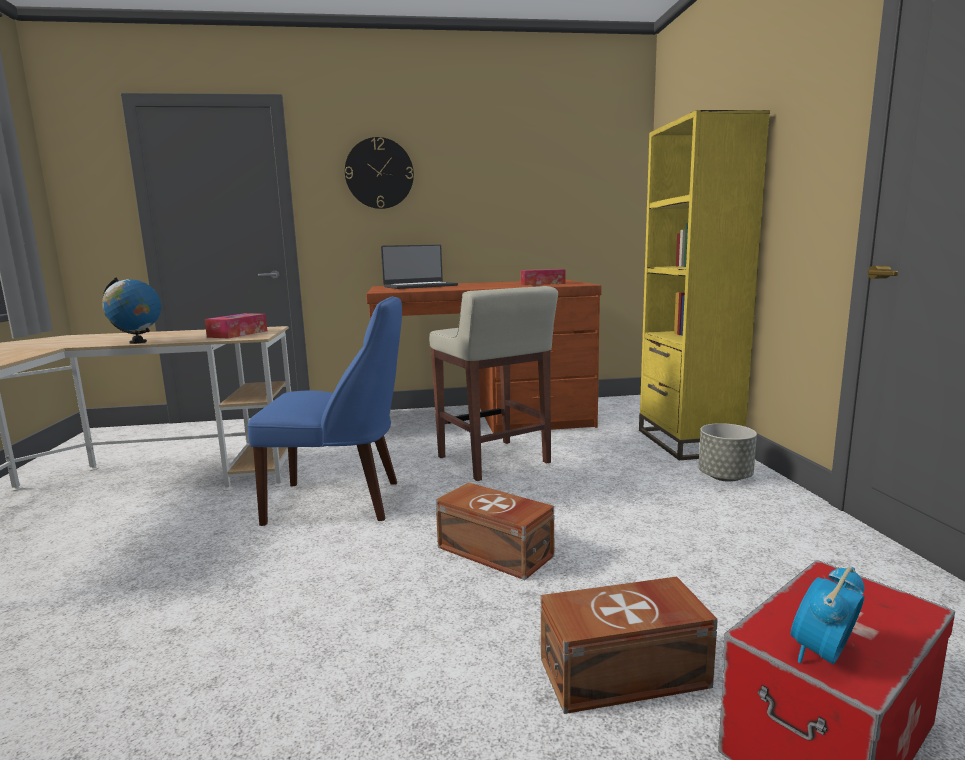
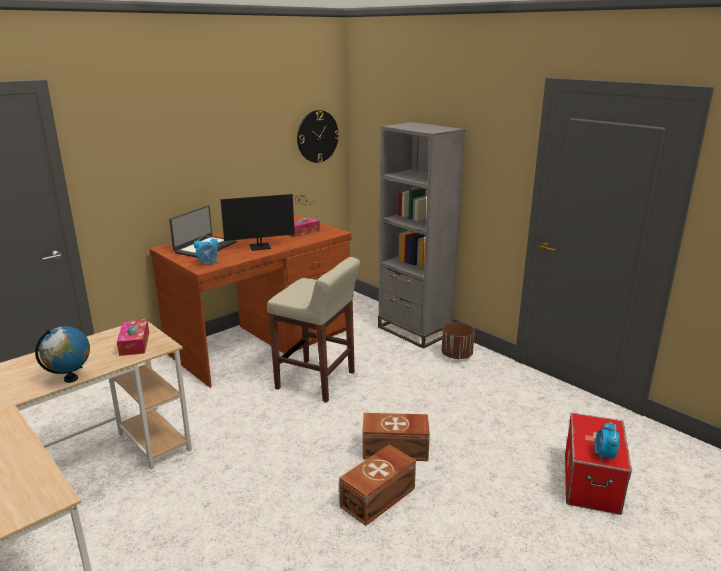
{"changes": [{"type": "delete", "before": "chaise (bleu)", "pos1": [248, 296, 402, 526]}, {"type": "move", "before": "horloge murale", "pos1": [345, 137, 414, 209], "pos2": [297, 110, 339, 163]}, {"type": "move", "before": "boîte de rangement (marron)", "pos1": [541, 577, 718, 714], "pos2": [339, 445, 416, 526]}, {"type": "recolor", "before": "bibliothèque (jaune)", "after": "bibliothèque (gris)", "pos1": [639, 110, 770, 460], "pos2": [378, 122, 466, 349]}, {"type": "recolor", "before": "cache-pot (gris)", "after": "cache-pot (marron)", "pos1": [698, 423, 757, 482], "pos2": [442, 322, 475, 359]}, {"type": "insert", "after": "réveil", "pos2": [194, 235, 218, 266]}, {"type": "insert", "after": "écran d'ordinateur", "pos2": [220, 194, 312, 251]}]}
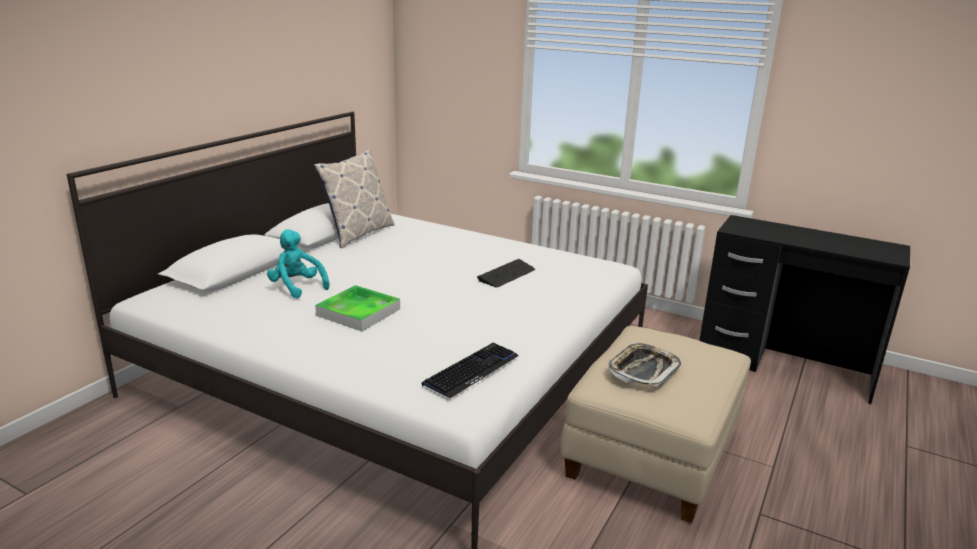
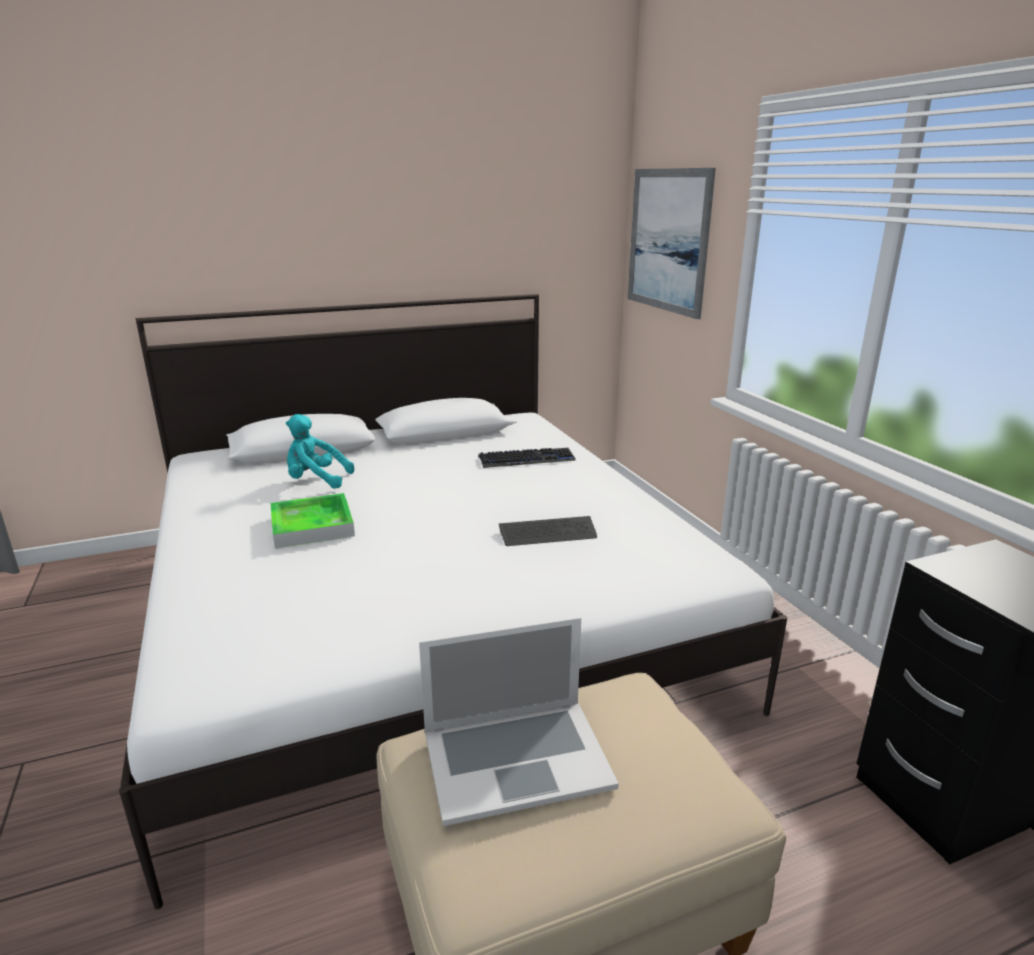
{"changes": [{"type": "rotate", "before": "peluche (turquoise)", "pos1": [267, 229, 330, 299], "pos2": [286, 414, 354, 489], "turn": -75}, {"type": "delete", "before": "coussin", "pos1": [314, 149, 394, 248]}, {"type": "move", "before": "clavier", "pos1": [422, 343, 519, 399], "pos2": [478, 448, 576, 468]}, {"type": "replace", "before": "plateau", "after": "ordinateur portable", "pos1": [608, 342, 681, 387], "pos2": [419, 617, 619, 826]}, {"type": "insert", "after": "tableau", "pos2": [628, 168, 716, 319]}]}
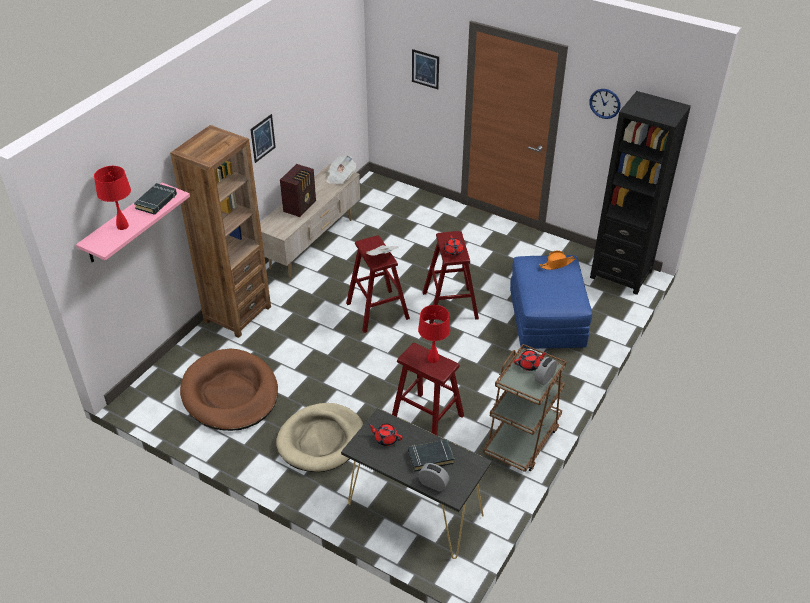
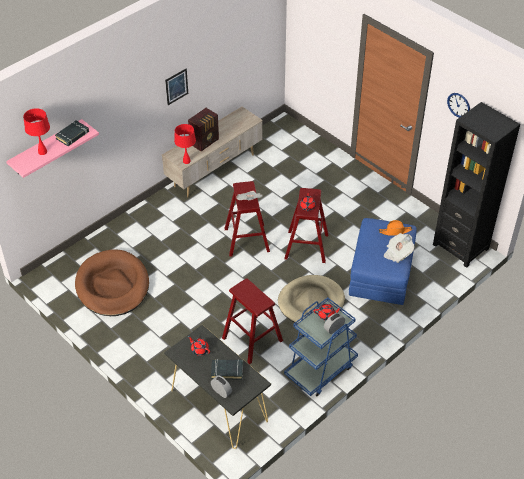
{"changes": [{"type": "delete", "before": "bibliothèque (marron)", "pos1": [170, 125, 271, 338]}, {"type": "move", "before": "panier pour chien (beige)", "pos1": [276, 403, 363, 472], "pos2": [278, 275, 345, 323]}, {"type": "move", "before": "journal", "pos1": [326, 155, 356, 185], "pos2": [384, 233, 414, 263]}, {"type": "delete", "before": "tableau", "pos1": [412, 49, 439, 89]}, {"type": "move", "before": "lampe de table (rouge)", "pos1": [418, 305, 450, 363], "pos2": [174, 124, 196, 164]}, {"type": "recolor", "before": "chariot (marron)", "after": "chariot (bleu)", "pos1": [483, 344, 567, 472], "pos2": [284, 297, 358, 396]}]}
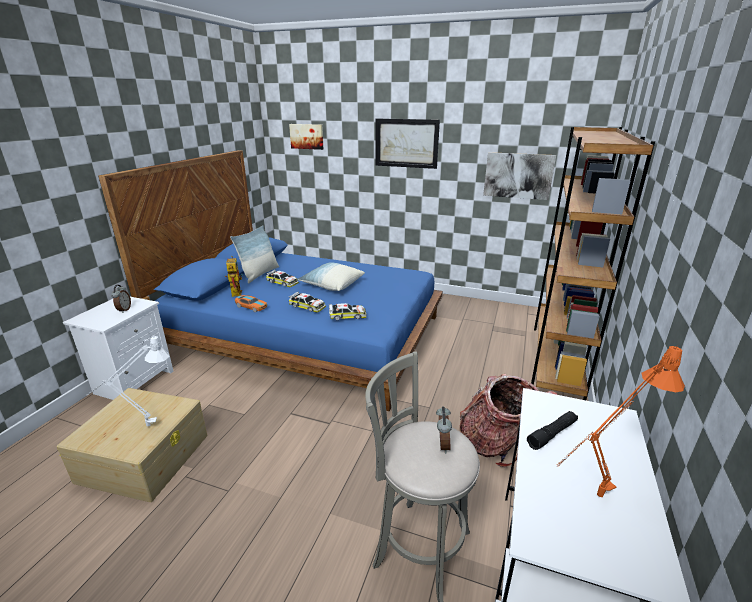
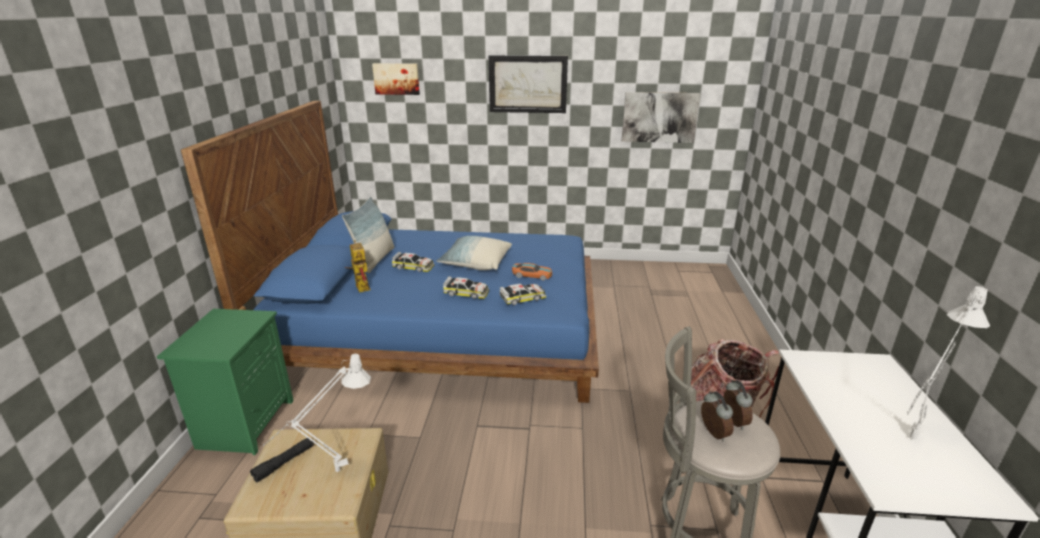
{"changes": [{"type": "recolor", "before": "table de chevet (blanc)", "after": "table de chevet (vert)", "pos1": [63, 297, 174, 400], "pos2": [157, 309, 294, 455]}, {"type": "move", "before": "réveil", "pos1": [111, 285, 131, 313], "pos2": [701, 391, 734, 441]}, {"type": "move", "before": "petite voiture", "pos1": [235, 295, 267, 312], "pos2": [512, 263, 552, 281]}, {"type": "move", "before": "lampe de poche (noir)", "pos1": [527, 411, 578, 450], "pos2": [250, 438, 314, 482]}, {"type": "delete", "before": "bibliothèque (marron)", "pos1": [531, 127, 655, 400]}, {"type": "recolor", "before": "lampe de table (orange)", "after": "lampe de table (blanc)", "pos1": [557, 346, 685, 497], "pos2": [906, 285, 990, 440]}]}
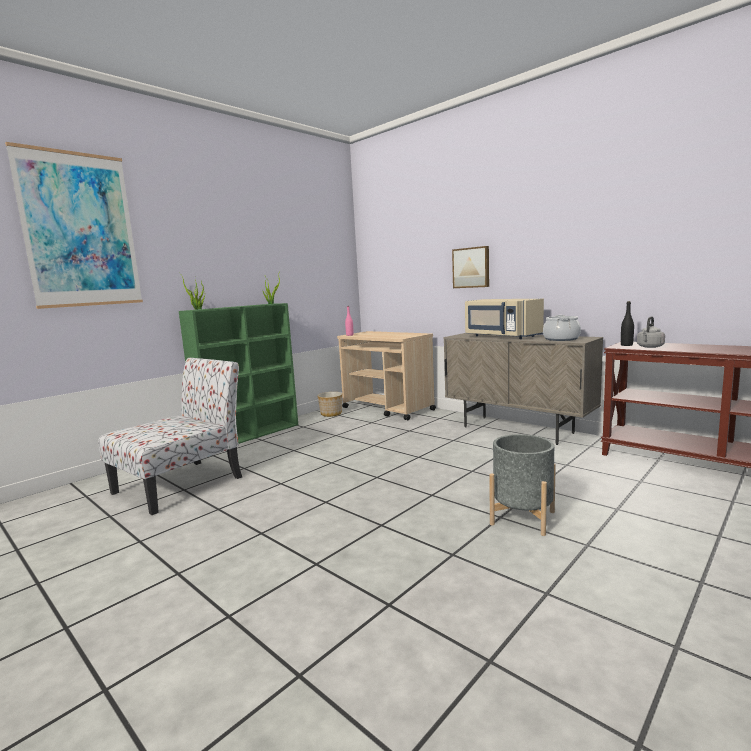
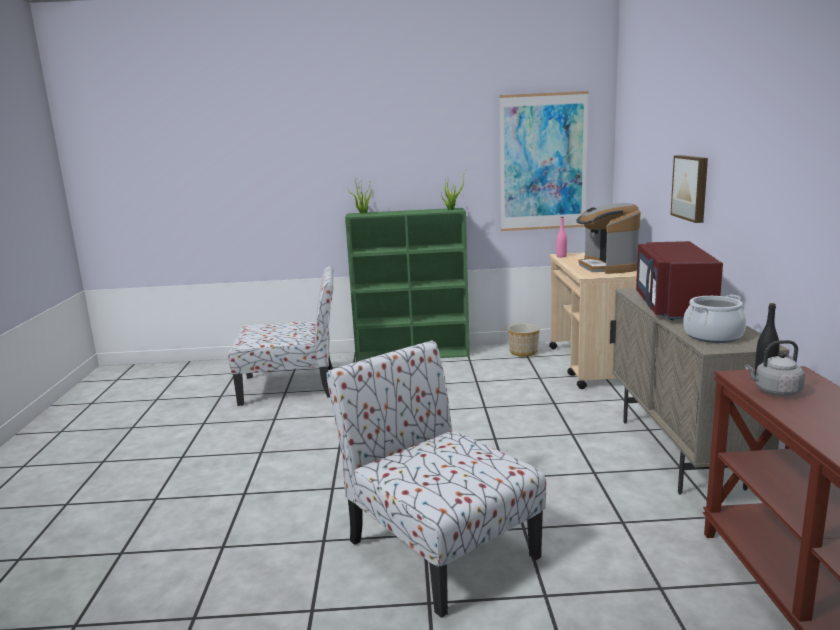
{"changes": [{"type": "move", "before": "tableau", "pos1": [5, 142, 143, 309], "pos2": [499, 91, 589, 231]}, {"type": "recolor", "before": "micro-ondes (beige)", "after": "micro-ondes (rouge)", "pos1": [465, 299, 544, 339], "pos2": [636, 241, 723, 320]}, {"type": "replace", "before": "cache-pot (gris)", "after": "chaise", "pos1": [489, 434, 556, 536], "pos2": [326, 341, 546, 618]}, {"type": "insert", "after": "machine à café", "pos2": [576, 203, 641, 274]}]}
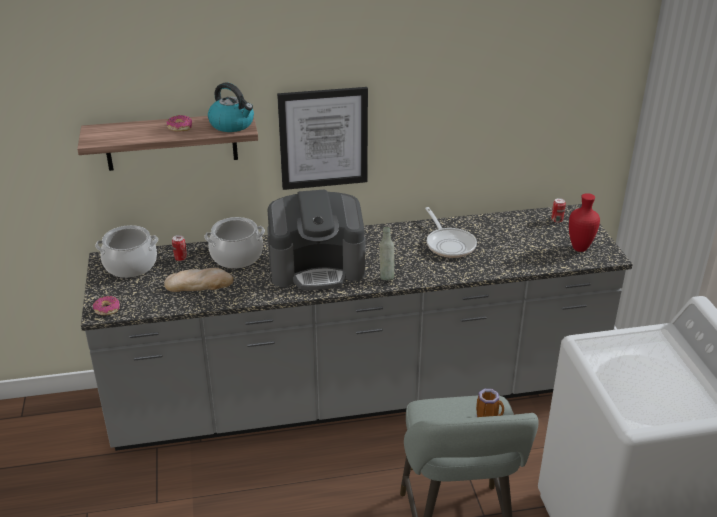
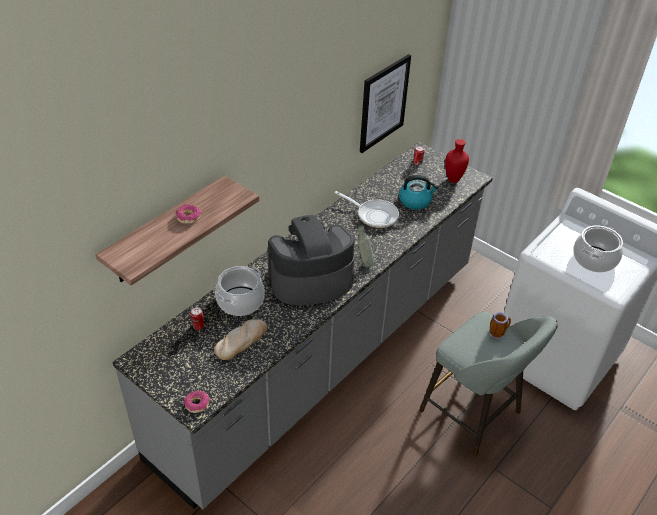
{"changes": [{"type": "move", "before": "marmite", "pos1": [95, 225, 158, 278], "pos2": [573, 225, 623, 272]}, {"type": "move", "before": "bouilloire", "pos1": [208, 82, 254, 132], "pos2": [399, 175, 439, 210]}, {"type": "rotate", "before": "machine à café", "pos1": [267, 190, 365, 290], "pos2": [267, 215, 355, 305], "turn": -150}, {"type": "move", "before": "tableau", "pos1": [277, 87, 368, 190], "pos2": [360, 54, 411, 153]}]}
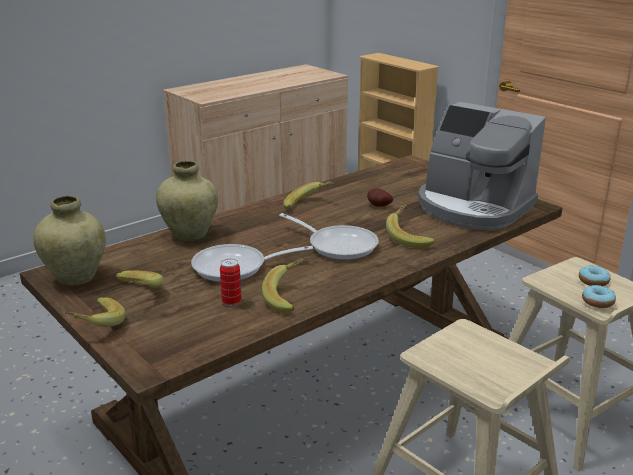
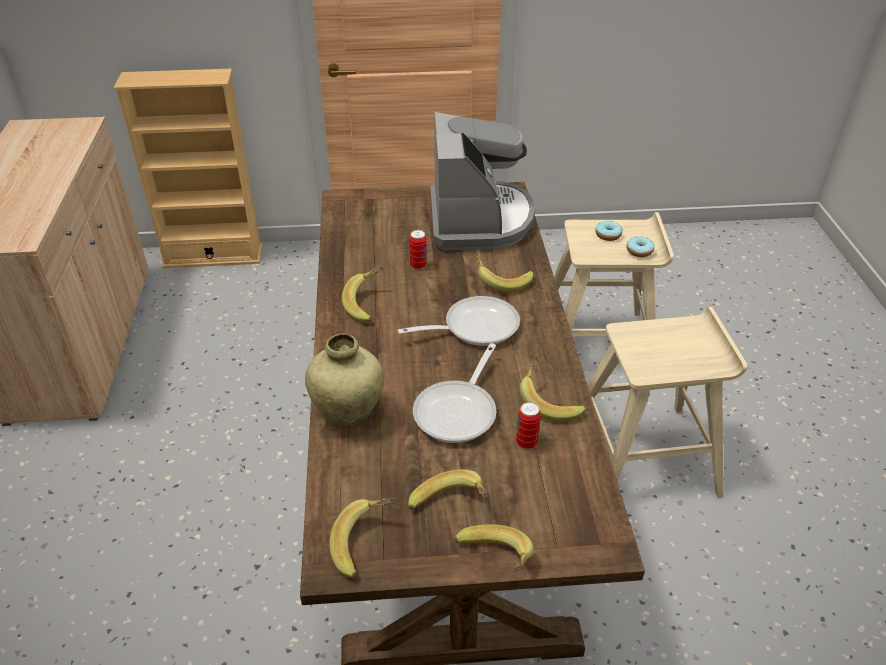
{"changes": [{"type": "replace", "before": "vase (beige)", "after": "banane", "pos1": [33, 195, 106, 286], "pos2": [329, 498, 395, 578]}, {"type": "replace", "before": "pomme de terre", "after": "boîte métallique", "pos1": [367, 188, 393, 206], "pos2": [409, 230, 427, 270]}, {"type": "rotate", "before": "machine à café", "pos1": [418, 102, 546, 230], "pos2": [430, 112, 535, 251], "turn": -75}]}
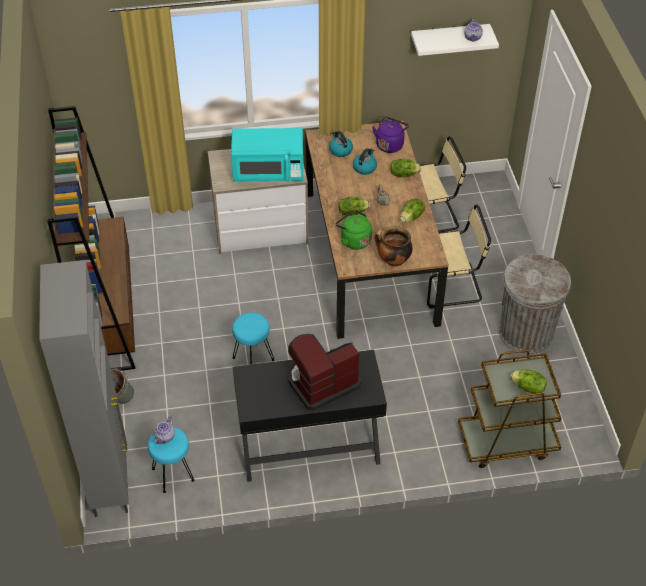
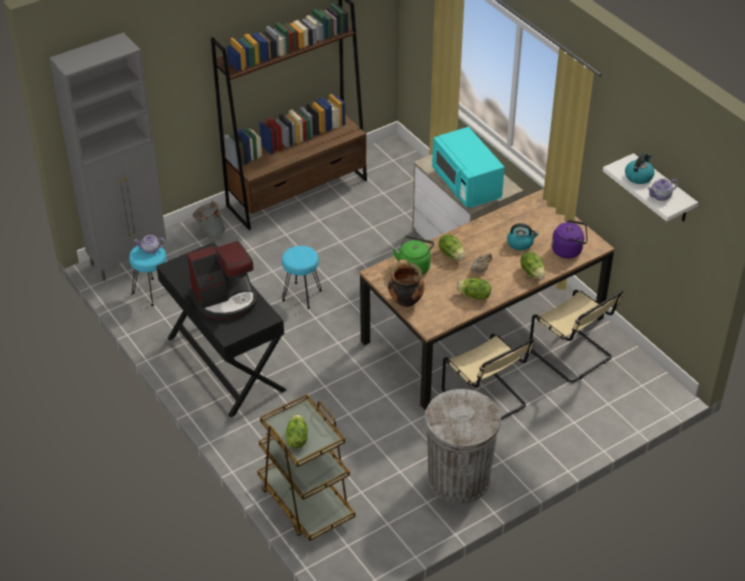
{"changes": [{"type": "rotate", "before": "machine à café", "pos1": [288, 334, 361, 411], "pos2": [187, 241, 257, 319], "turn": 120}, {"type": "move", "before": "bouilloire", "pos1": [329, 131, 353, 157], "pos2": [625, 153, 654, 184]}]}
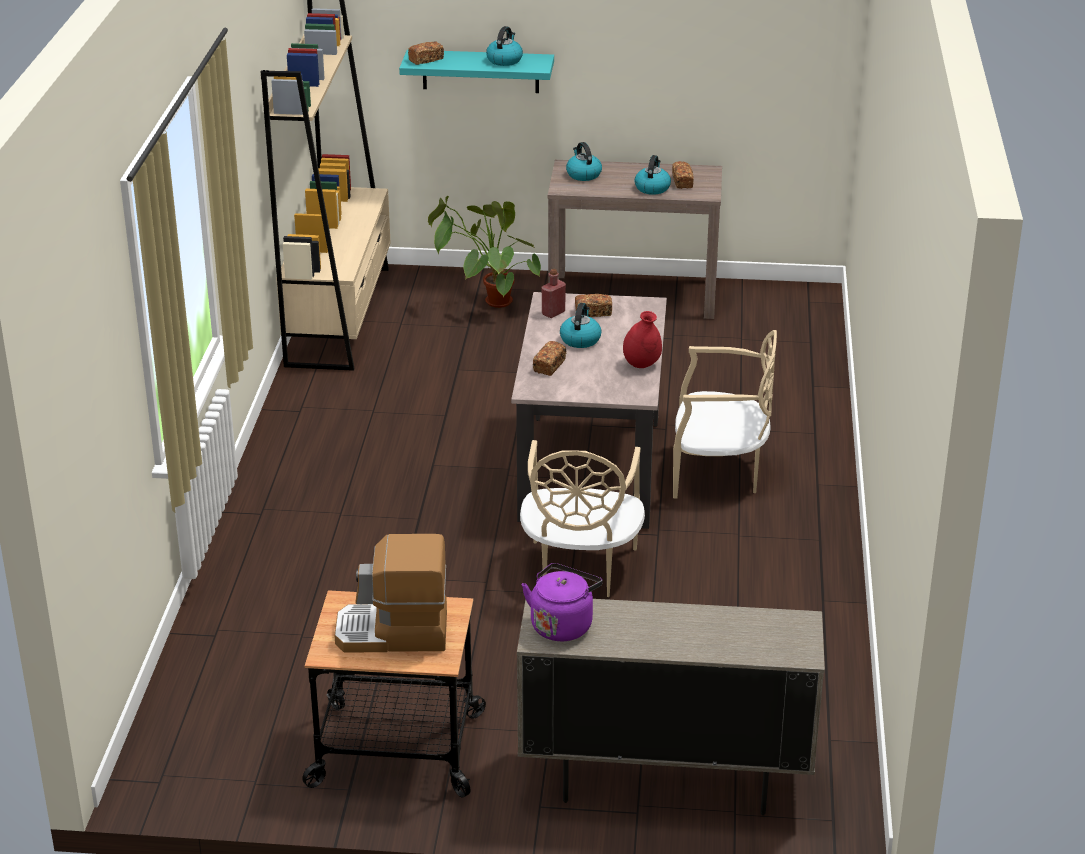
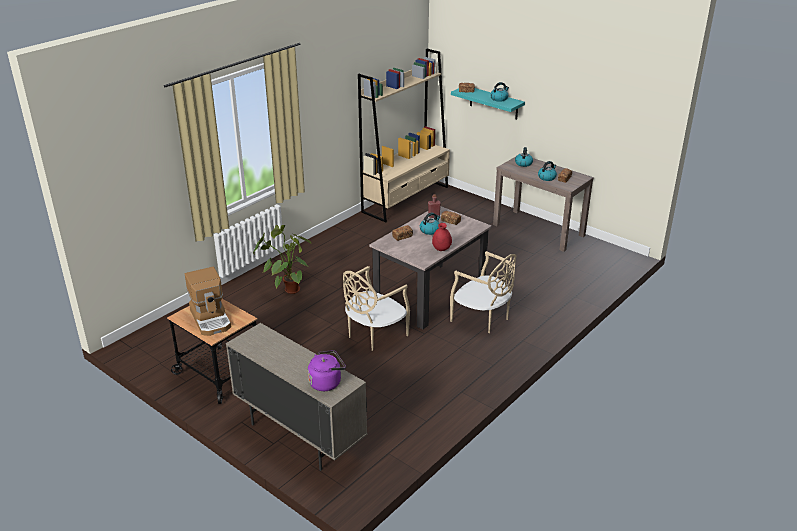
{"changes": [{"type": "rotate", "before": "machine à café", "pos1": [335, 534, 447, 653], "pos2": [185, 267, 231, 336], "turn": -150}, {"type": "move", "before": "plante en pot", "pos1": [428, 196, 541, 308], "pos2": [253, 225, 311, 294]}, {"type": "move", "before": "bouilloire (violet)", "pos1": [522, 563, 603, 641], "pos2": [308, 350, 346, 391]}]}
